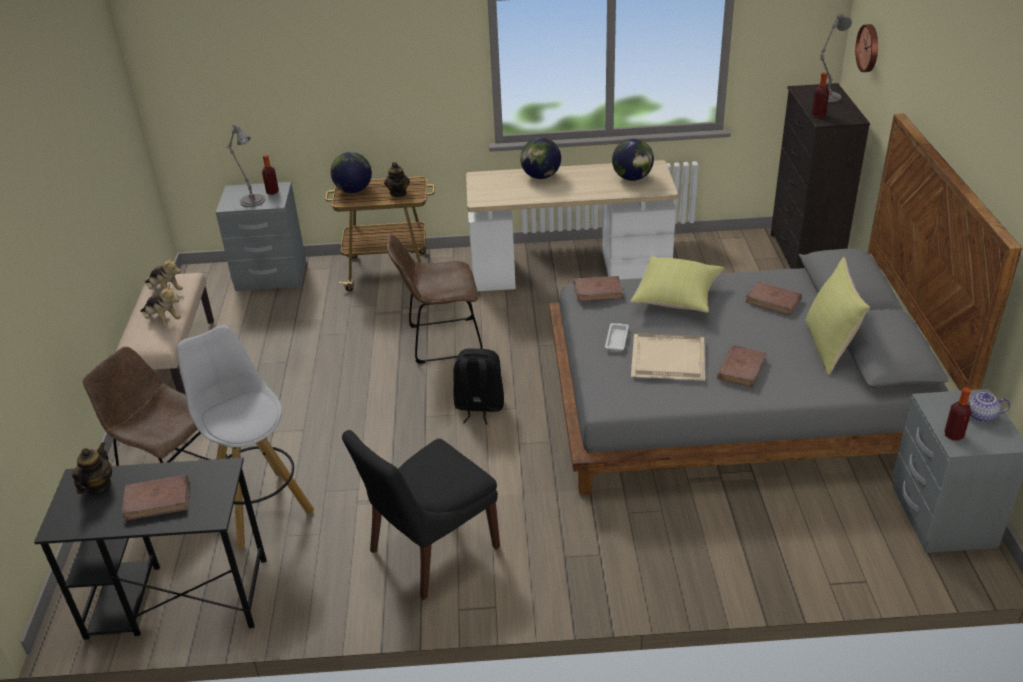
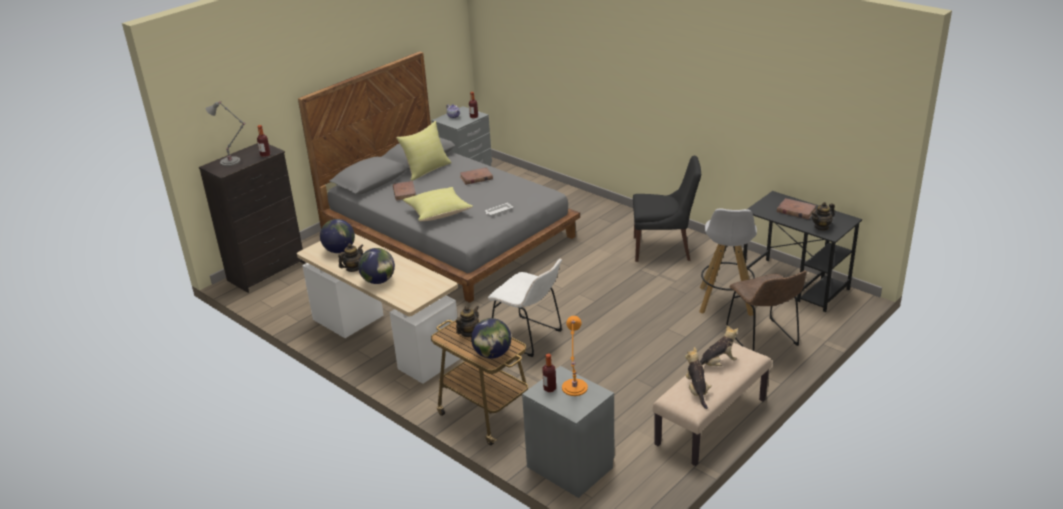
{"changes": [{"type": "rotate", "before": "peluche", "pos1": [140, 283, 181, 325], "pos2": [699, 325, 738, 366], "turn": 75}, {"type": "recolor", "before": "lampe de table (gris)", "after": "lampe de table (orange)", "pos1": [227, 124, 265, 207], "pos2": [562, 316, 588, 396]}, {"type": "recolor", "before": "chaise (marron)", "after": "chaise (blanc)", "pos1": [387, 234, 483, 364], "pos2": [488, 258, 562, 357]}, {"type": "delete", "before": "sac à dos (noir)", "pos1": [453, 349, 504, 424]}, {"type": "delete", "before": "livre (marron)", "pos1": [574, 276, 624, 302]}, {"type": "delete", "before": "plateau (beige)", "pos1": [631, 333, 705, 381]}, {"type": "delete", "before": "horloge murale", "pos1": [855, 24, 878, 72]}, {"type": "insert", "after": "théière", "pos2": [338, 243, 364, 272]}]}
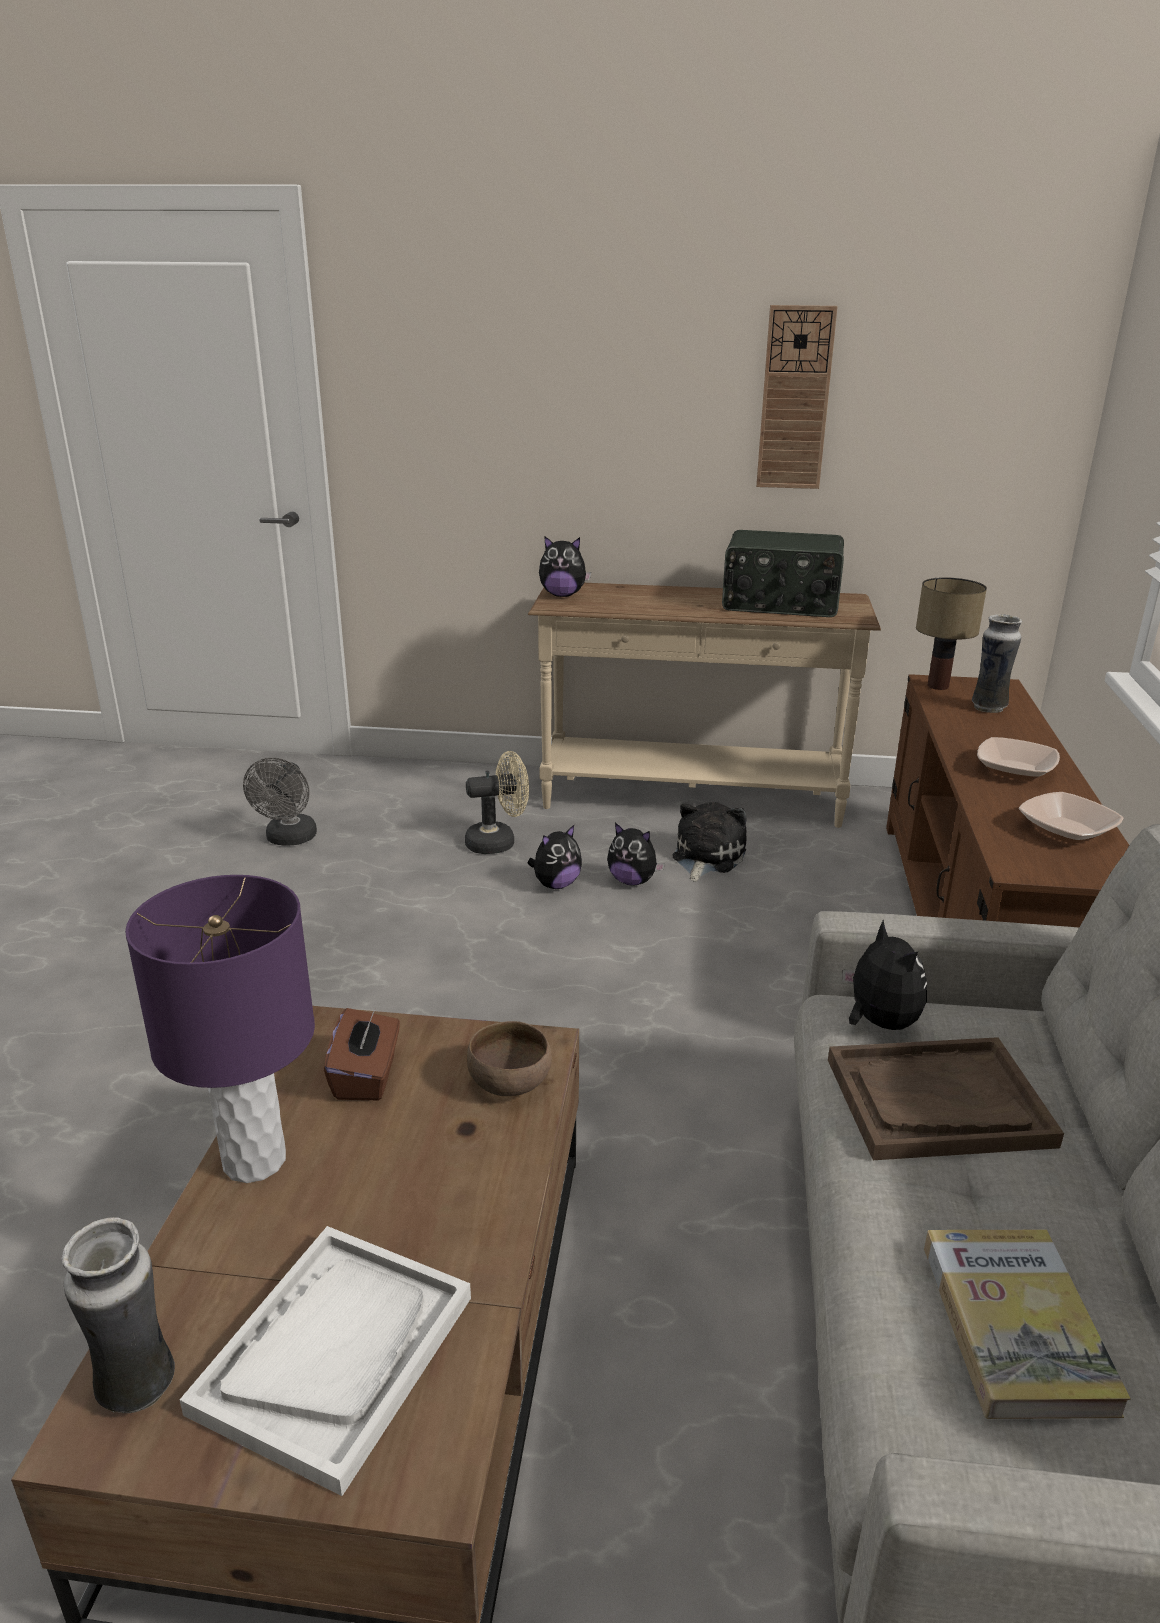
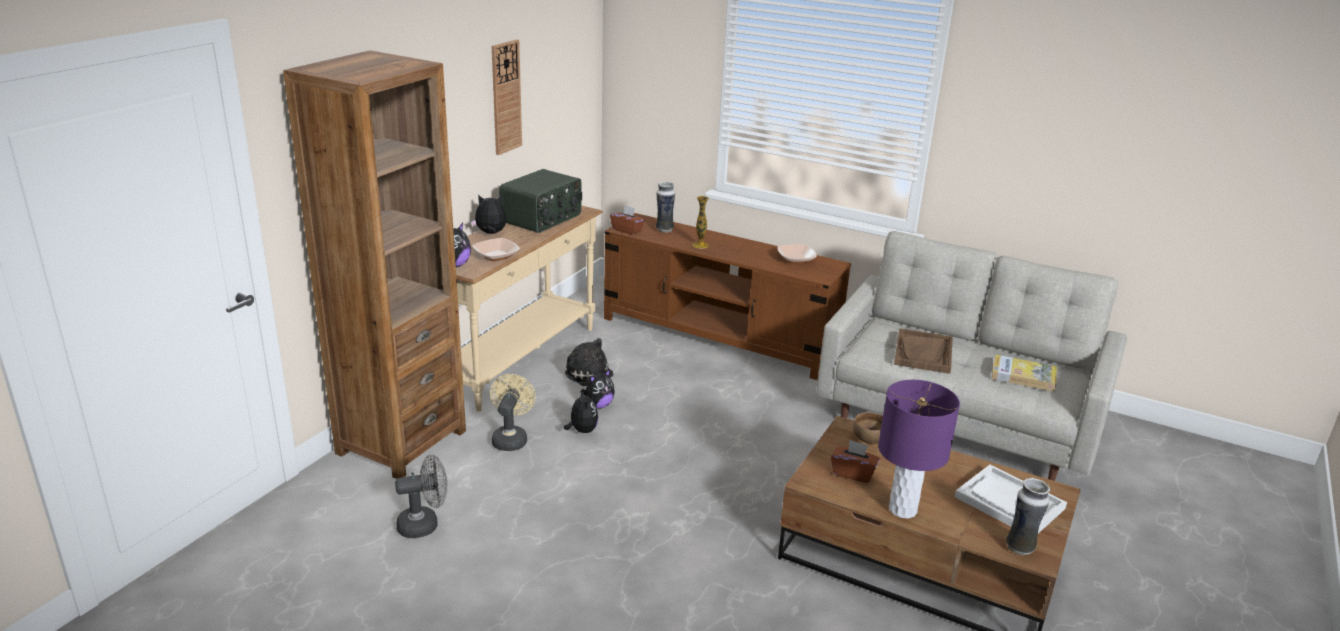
{"changes": [{"type": "rotate", "before": "ventilateur (gris)", "pos1": [243, 757, 317, 846], "pos2": [395, 454, 447, 538], "turn": -45}, {"type": "move", "before": "peluche", "pos1": [842, 920, 927, 1030], "pos2": [471, 195, 506, 234]}, {"type": "replace", "before": "lampe de table", "after": "boîte à mouchoirs (marron)", "pos1": [916, 577, 987, 690], "pos2": [610, 206, 645, 235]}, {"type": "move", "before": "bol", "pos1": [977, 737, 1060, 780], "pos2": [473, 238, 520, 261]}, {"type": "insert", "after": "bibliothèque (marron)", "pos2": [283, 50, 466, 479]}, {"type": "insert", "after": "vase", "pos2": [692, 196, 709, 249]}]}
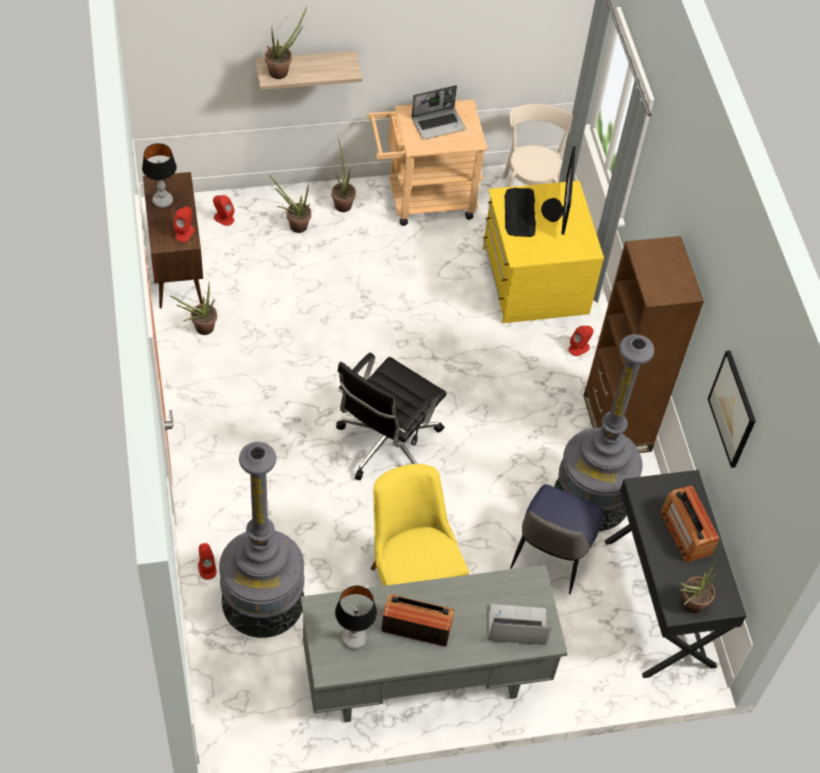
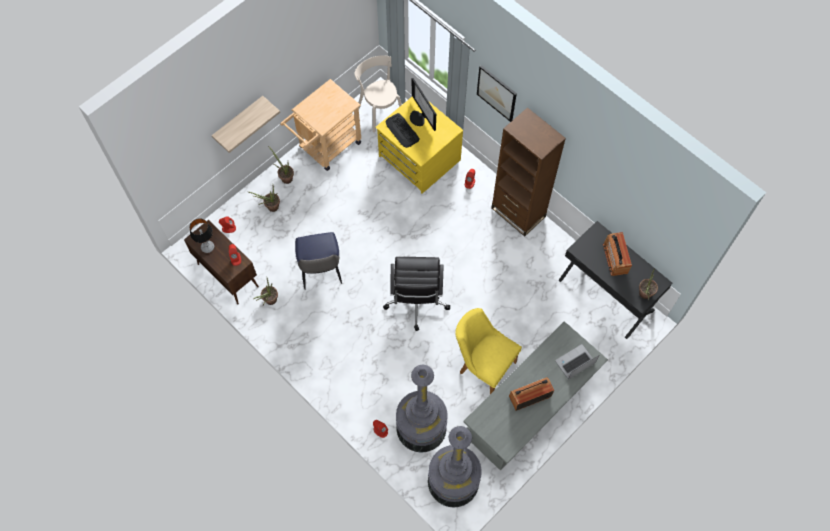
{"changes": [{"type": "delete", "before": "plante en pot", "pos1": [265, 7, 307, 79]}, {"type": "delete", "before": "lampe de table", "pos1": [335, 586, 377, 650]}, {"type": "delete", "before": "ordinateur portable", "pos1": [412, 85, 466, 140]}, {"type": "move", "before": "chaise", "pos1": [510, 484, 604, 595], "pos2": [295, 232, 342, 290]}, {"type": "move", "before": "lampadaire (gris)", "pos1": [554, 334, 654, 531], "pos2": [428, 426, 482, 507]}, {"type": "rotate", "before": "radio", "pos1": [660, 485, 720, 562], "pos2": [603, 232, 632, 276], "turn": 45}, {"type": "move", "before": "tableau", "pos1": [708, 350, 756, 468], "pos2": [477, 65, 517, 122]}]}
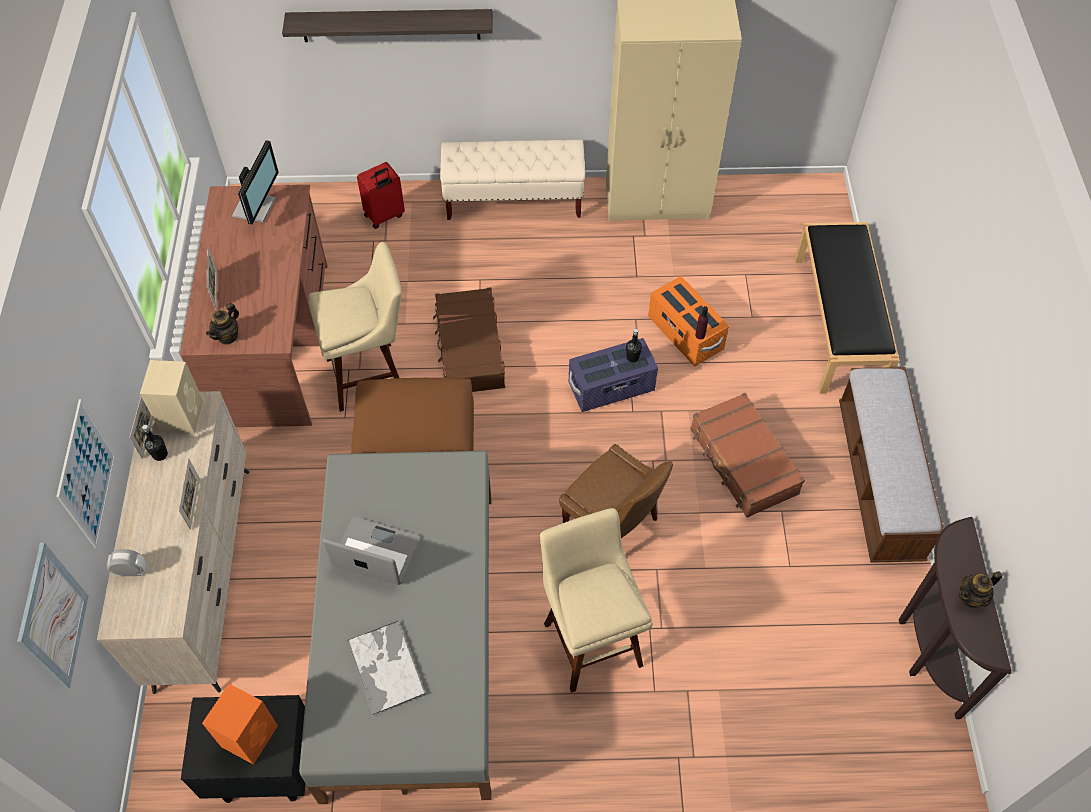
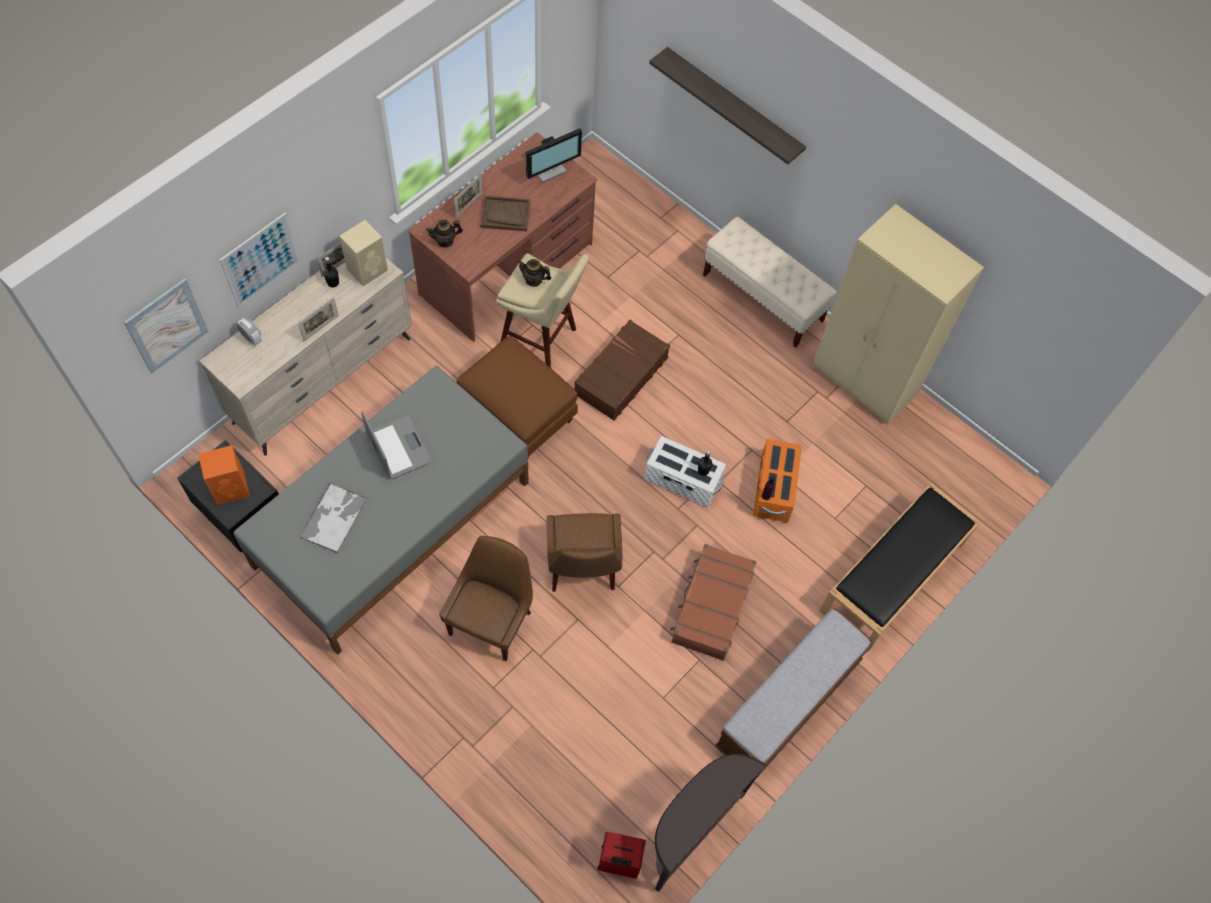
{"changes": [{"type": "move", "before": "valise (rouge)", "pos1": [357, 162, 405, 229], "pos2": [597, 832, 646, 879]}, {"type": "replace", "before": "tabouret (beige)", "after": "chaise (marron)", "pos1": [540, 508, 653, 693], "pos2": [439, 536, 533, 661]}, {"type": "recolor", "before": "boîte de rangement (violet)", "after": "boîte de rangement (blanc)", "pos1": [569, 338, 658, 412], "pos2": [644, 436, 726, 508]}, {"type": "move", "before": "théière", "pos1": [959, 571, 1002, 609], "pos2": [517, 259, 551, 287]}, {"type": "insert", "after": "plateau (marron)", "pos2": [480, 196, 530, 231]}]}
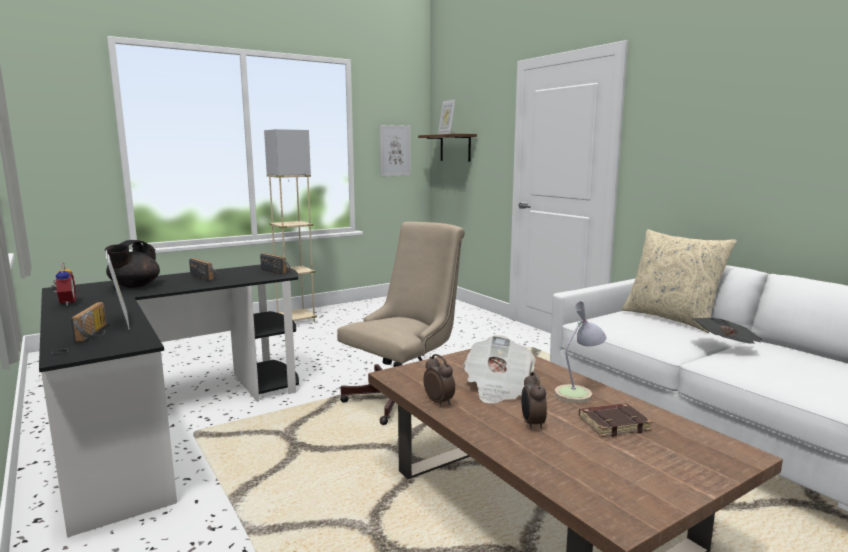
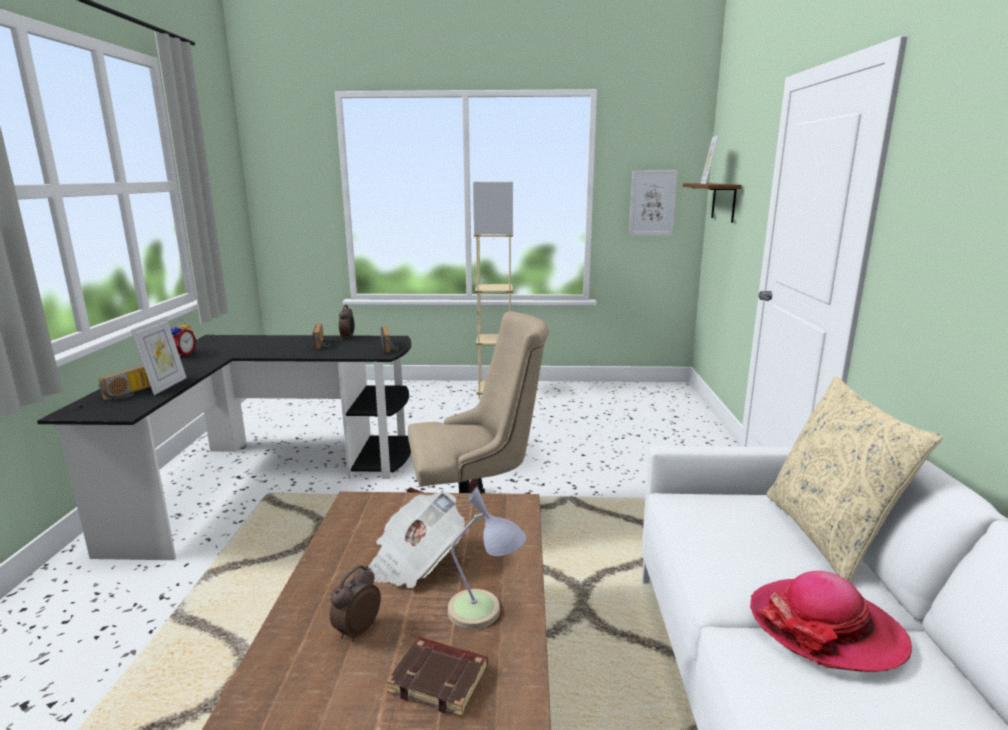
{"changes": [{"type": "delete", "before": "théière (noir)", "pos1": [105, 240, 160, 288]}, {"type": "move", "before": "réveil", "pos1": [423, 354, 455, 406], "pos2": [339, 305, 355, 340]}, {"type": "replace", "before": "journal", "after": "chapeau", "pos1": [692, 318, 762, 344], "pos2": [750, 571, 912, 672]}]}
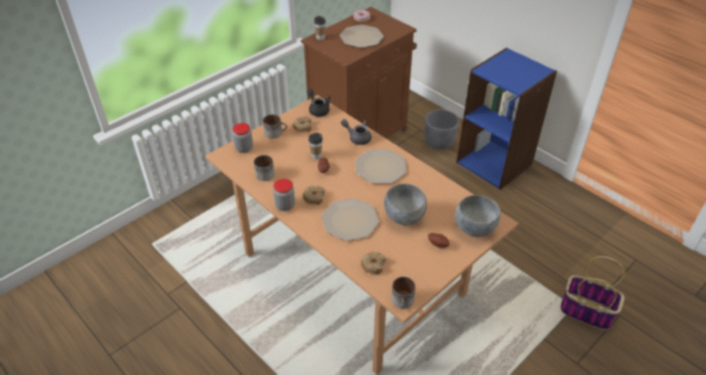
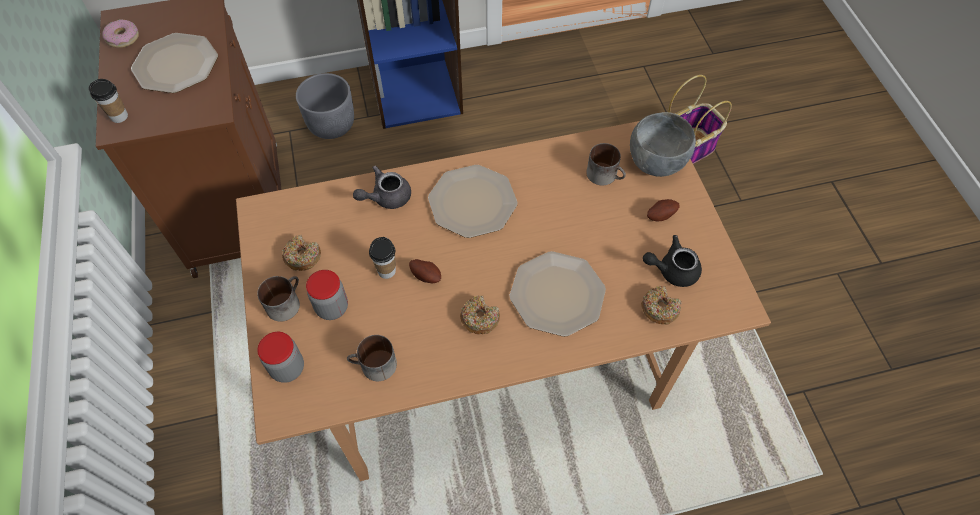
{"changes": [{"type": "move", "before": "bocal", "pos1": [273, 179, 295, 211], "pos2": [306, 270, 348, 320]}, {"type": "move", "before": "théière (noir)", "pos1": [307, 89, 331, 117], "pos2": [643, 235, 702, 287]}, {"type": "delete", "before": "bol (gris)", "pos1": [384, 183, 427, 226]}, {"type": "move", "before": "mug", "pos1": [392, 277, 416, 309], "pos2": [586, 143, 626, 186]}]}
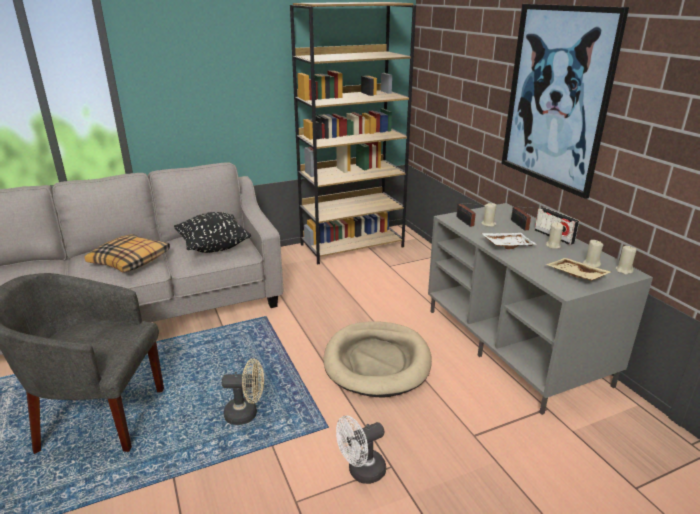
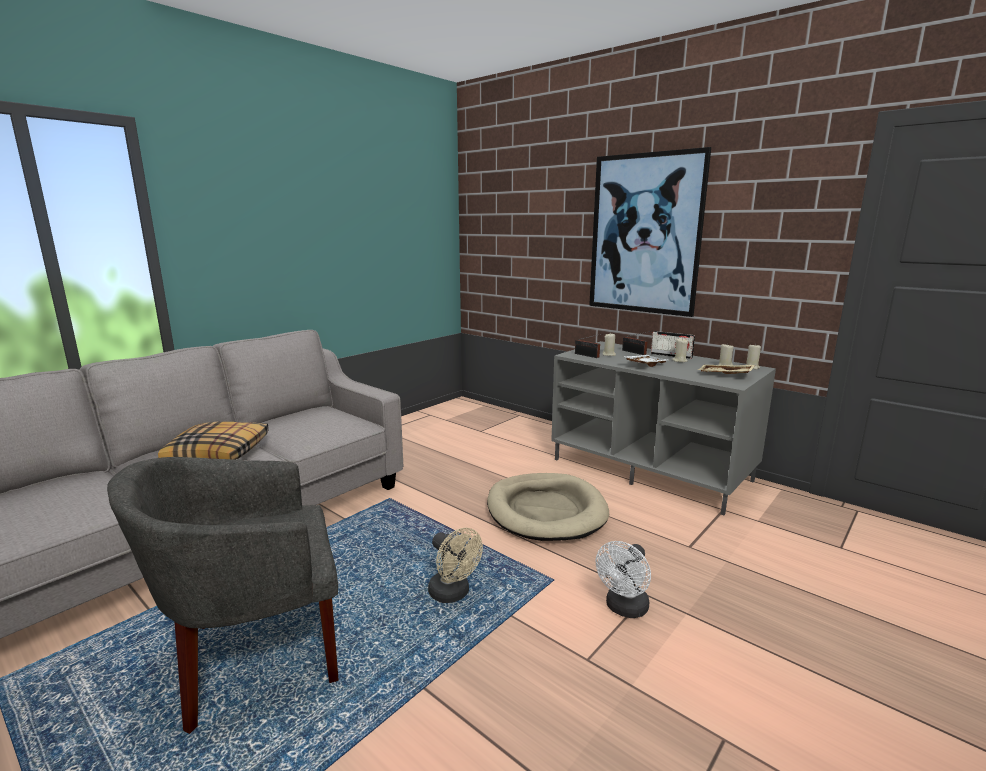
{"changes": [{"type": "delete", "before": "coussin (noir)", "pos1": [174, 212, 251, 253]}, {"type": "rotate", "before": "ventilateur (beige)", "pos1": [222, 358, 264, 425], "pos2": [428, 528, 483, 603], "turn": 75}, {"type": "delete", "before": "bibliothèque (marron)", "pos1": [290, 2, 416, 265]}]}
